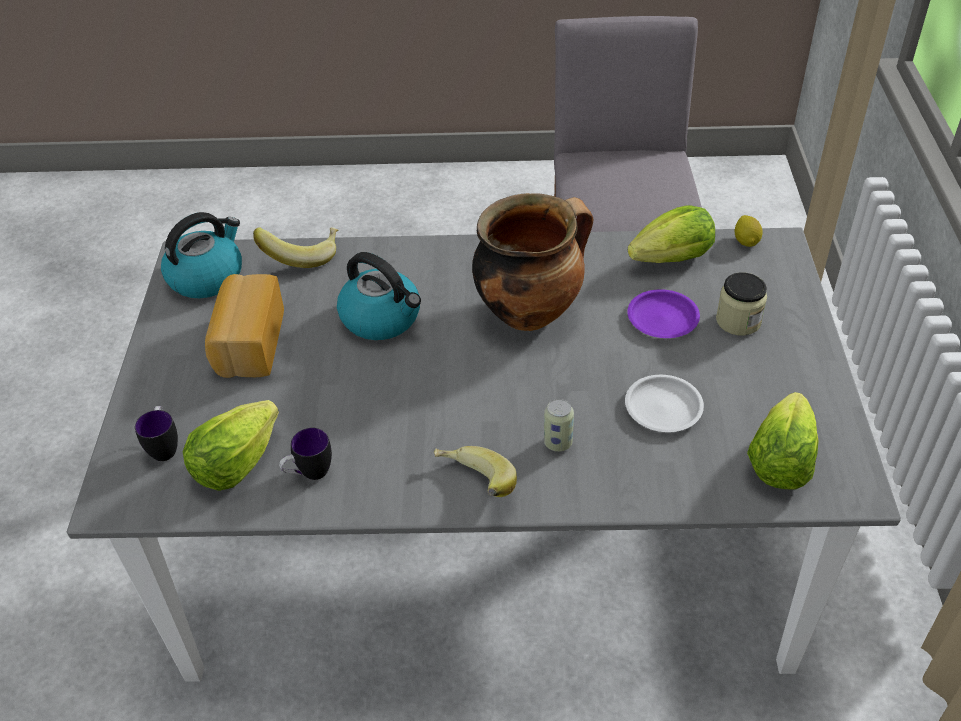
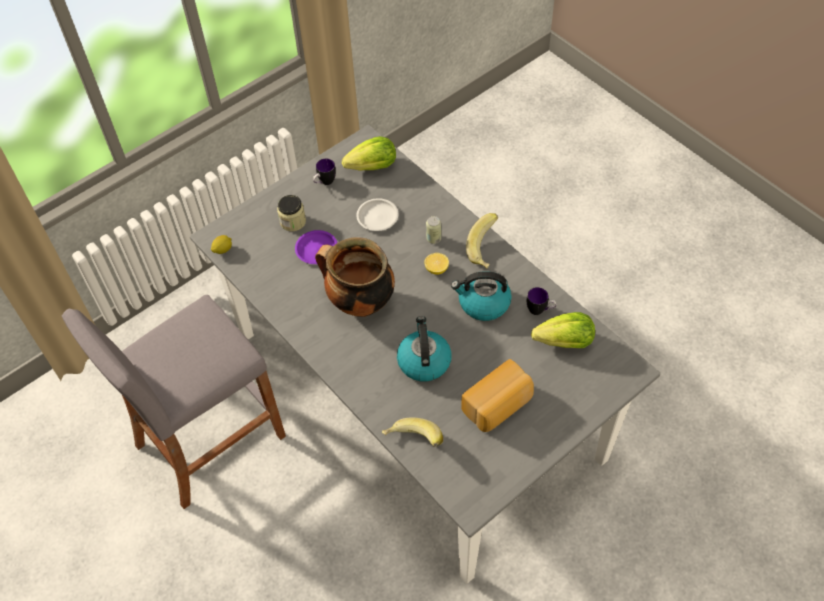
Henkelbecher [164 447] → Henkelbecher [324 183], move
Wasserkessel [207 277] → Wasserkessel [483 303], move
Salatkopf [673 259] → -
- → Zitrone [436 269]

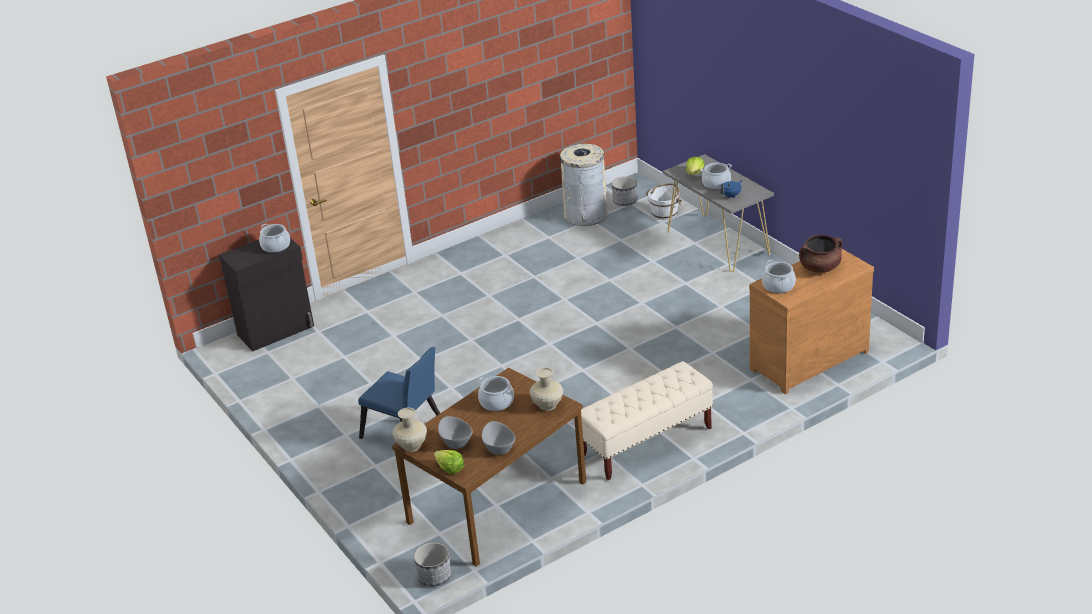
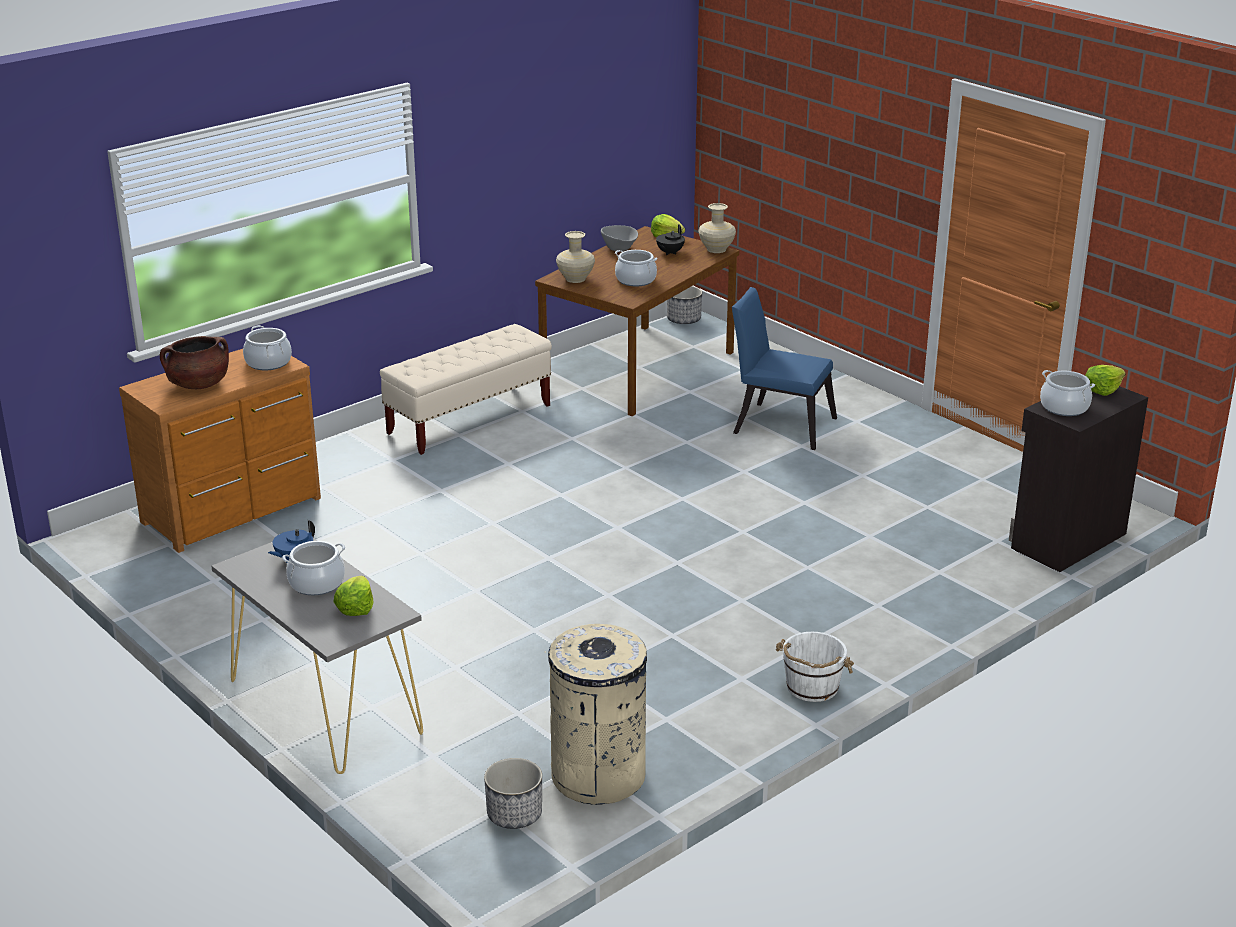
Schüssel (grau) [456 441] → Teekanne (schwarz) [669 253]
Eimer (weiß) [664 213] → Eimer (weiß) [811 687], move
- → Salatkopf [1102 390]

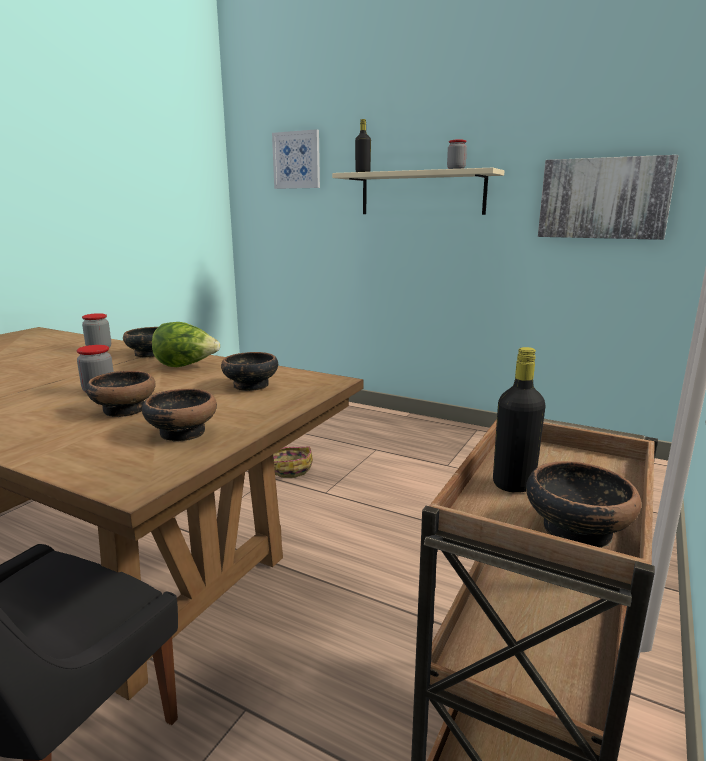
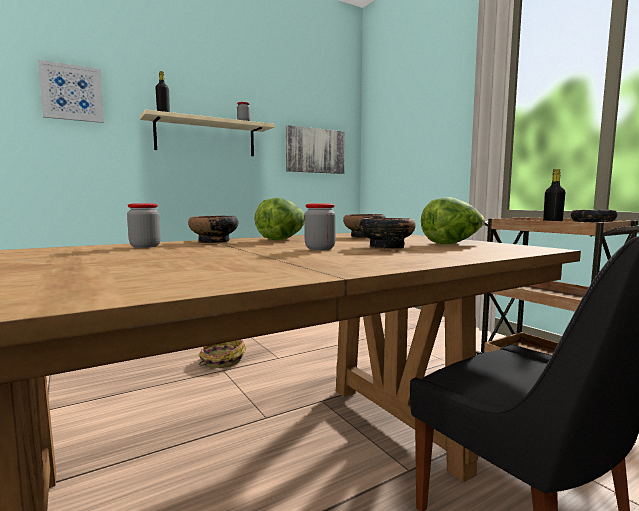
Schüssel [182 432] → Salatkopf [452 243]

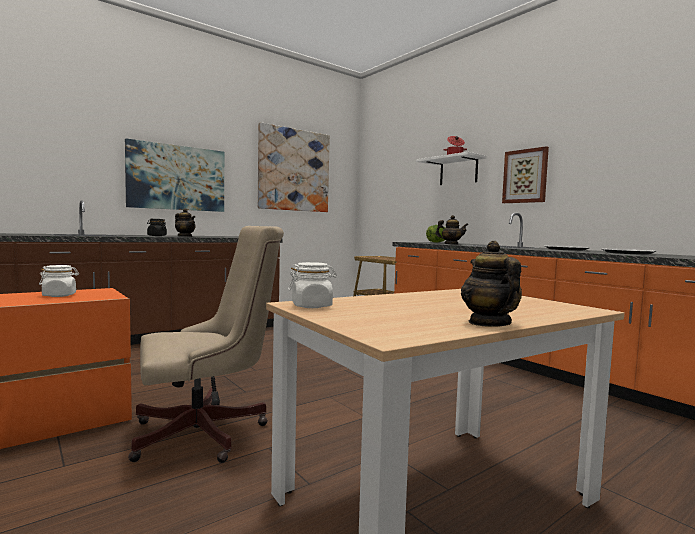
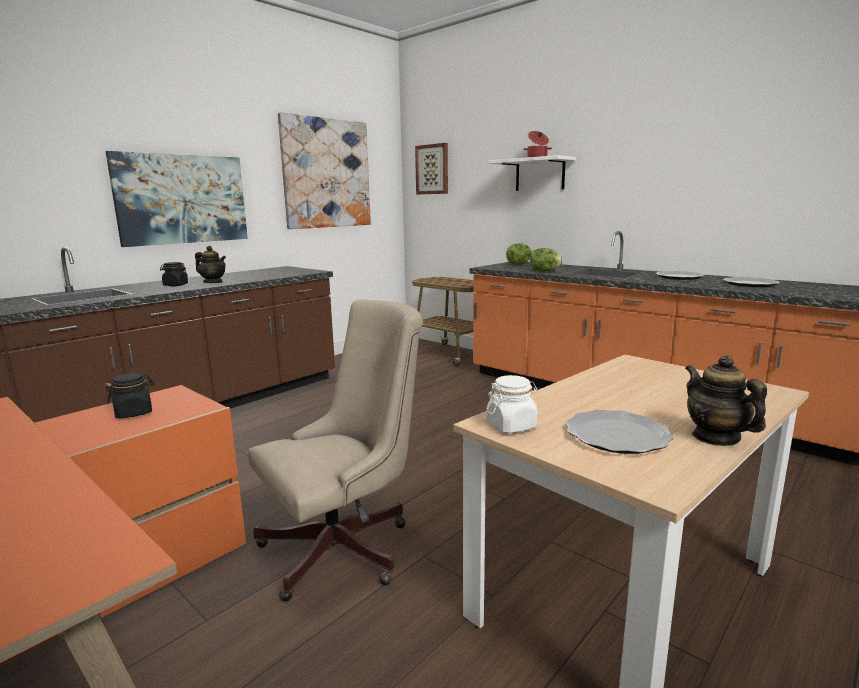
Vorratsglas (weiß) [59 295] → Vorratsglas (schwarz) [134 413]
Teekanne [451 244] → Salatkopf [544 271]
Bild [525 176] → Bild [432 169], move
- → Teller [616 435]

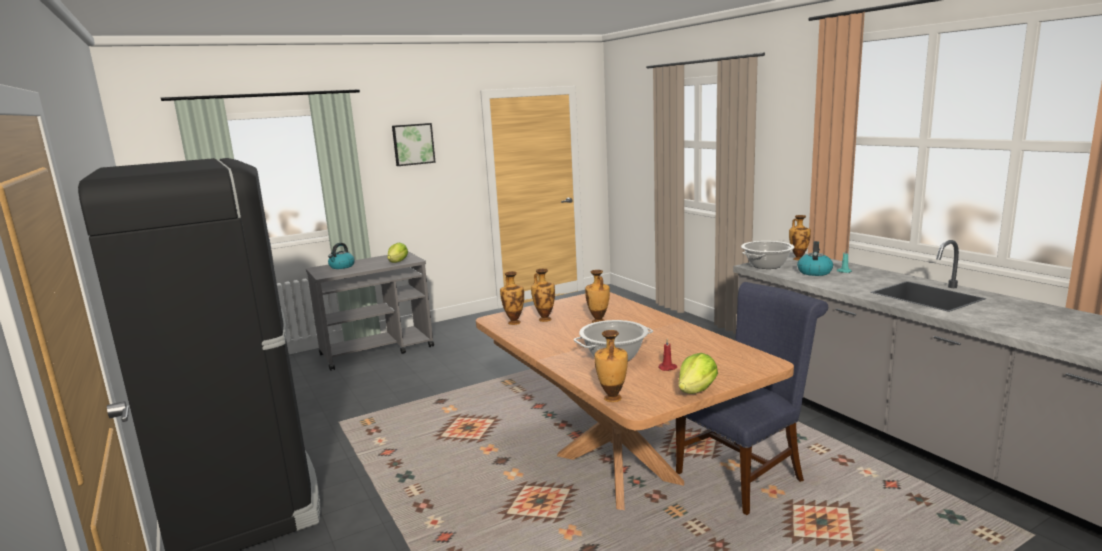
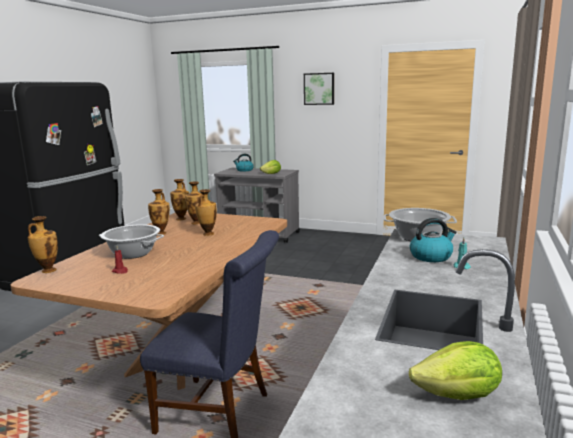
Salatkopf [696 390] → Salatkopf [458 396], move
Vase [798 258] → Vase [161 233], move

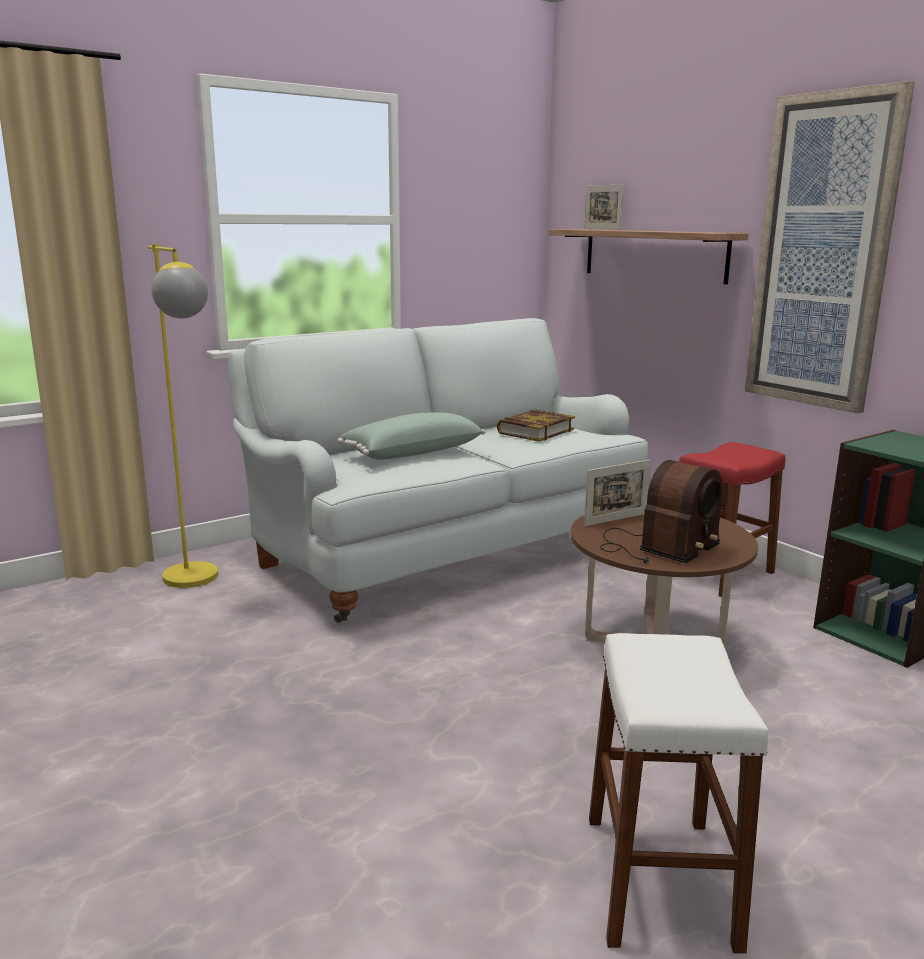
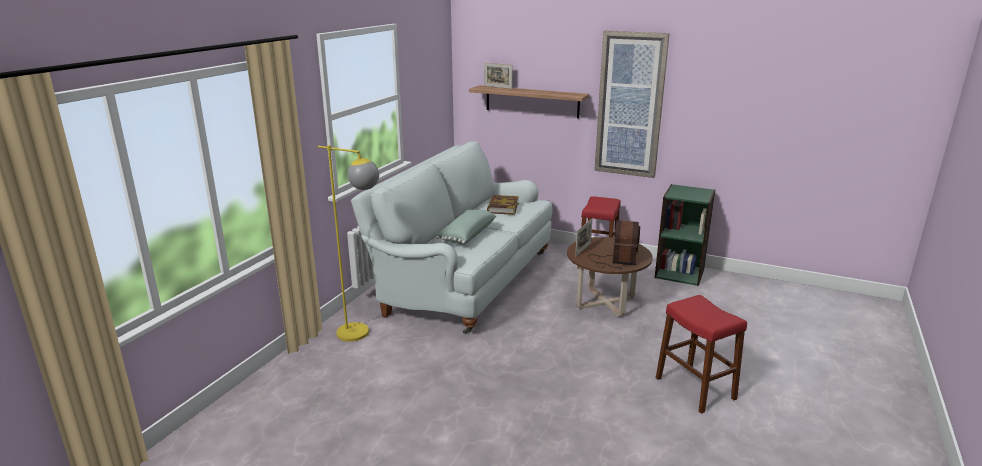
Hocker (weiß) [659 880] → Hocker (rot) [695 388]

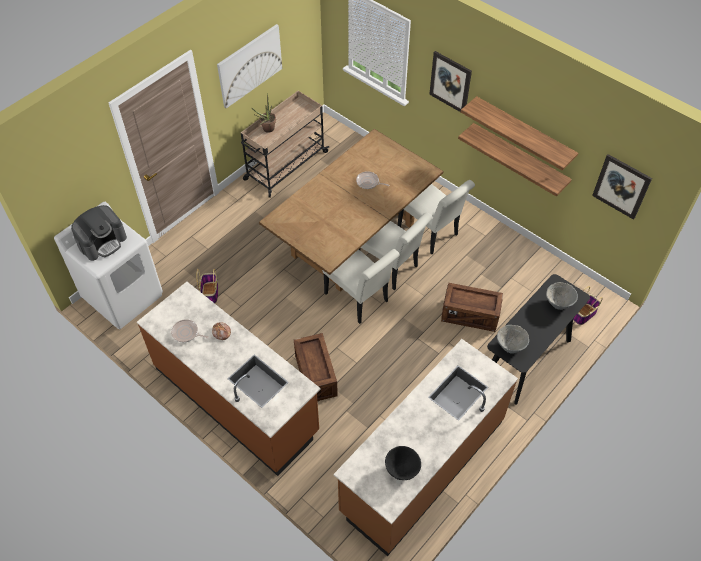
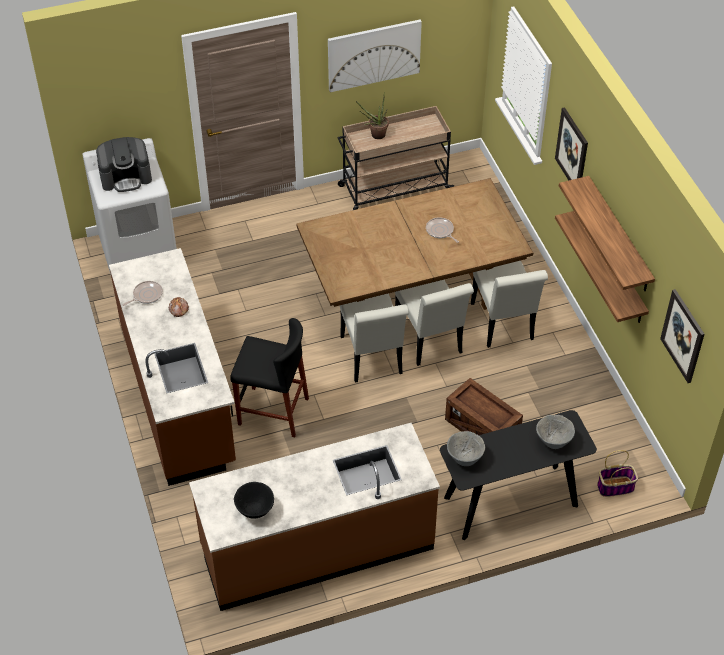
Pfanne [186 333] → Pfanne [146 295], 90 degrees clockwise
Korb [210 293] → -
Kiste [316 375] → Hocker (schwarz) [273 411]

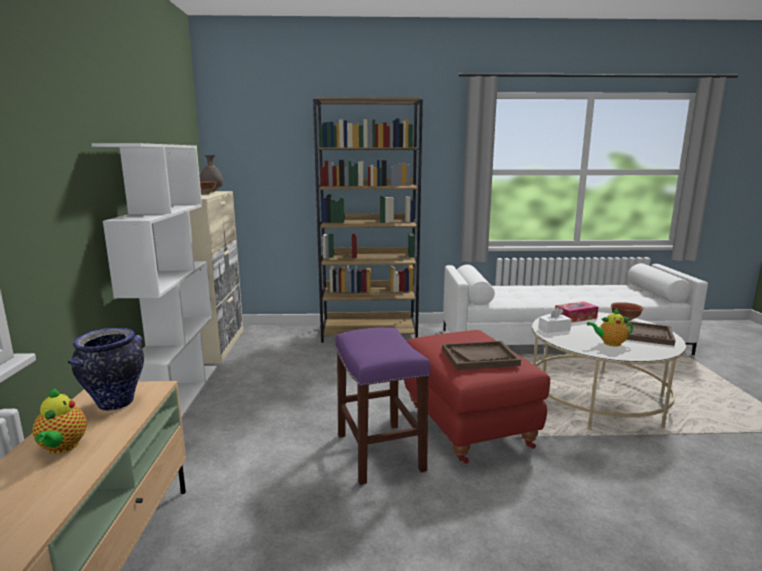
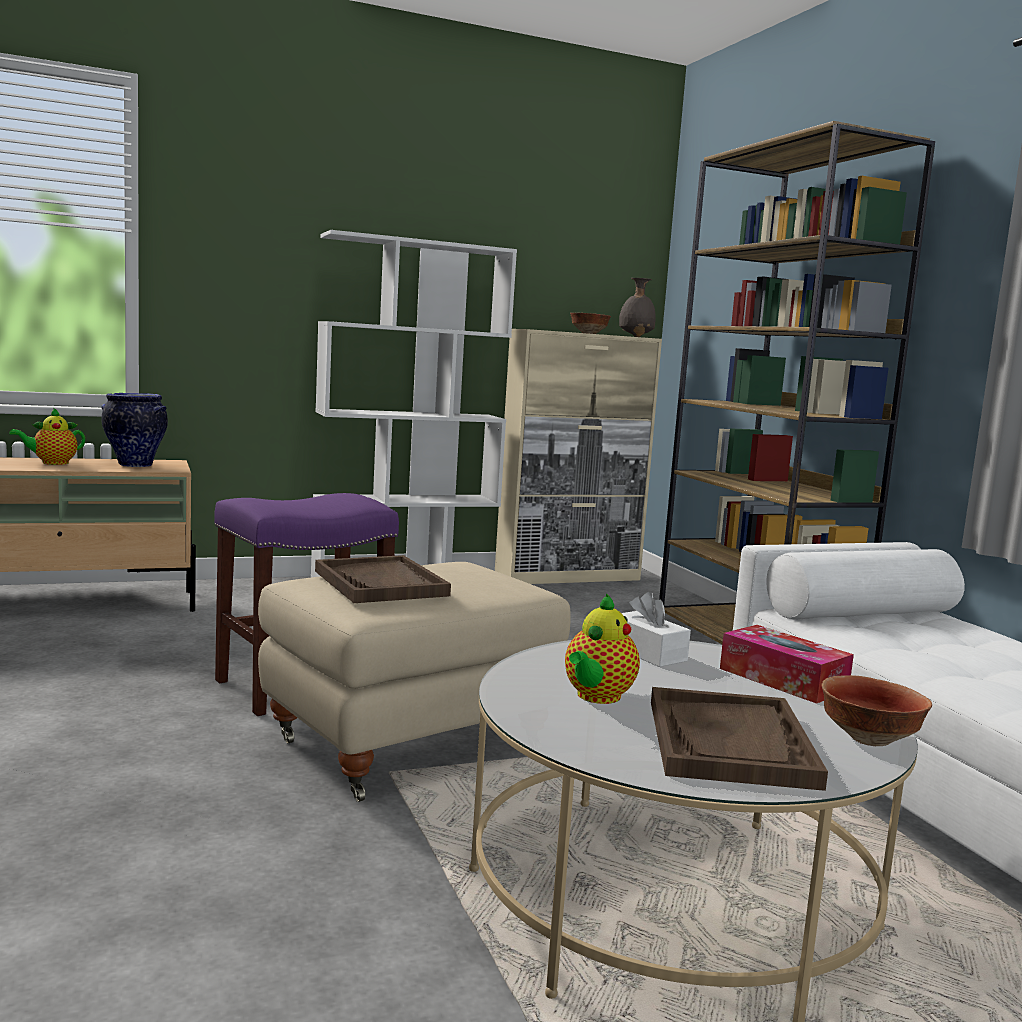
Polsterhocker (rot) [466 427] → Polsterhocker (beige) [409 742]
Teekanne [610 343] → Teekanne [596 697], 135 degrees counterclockwise

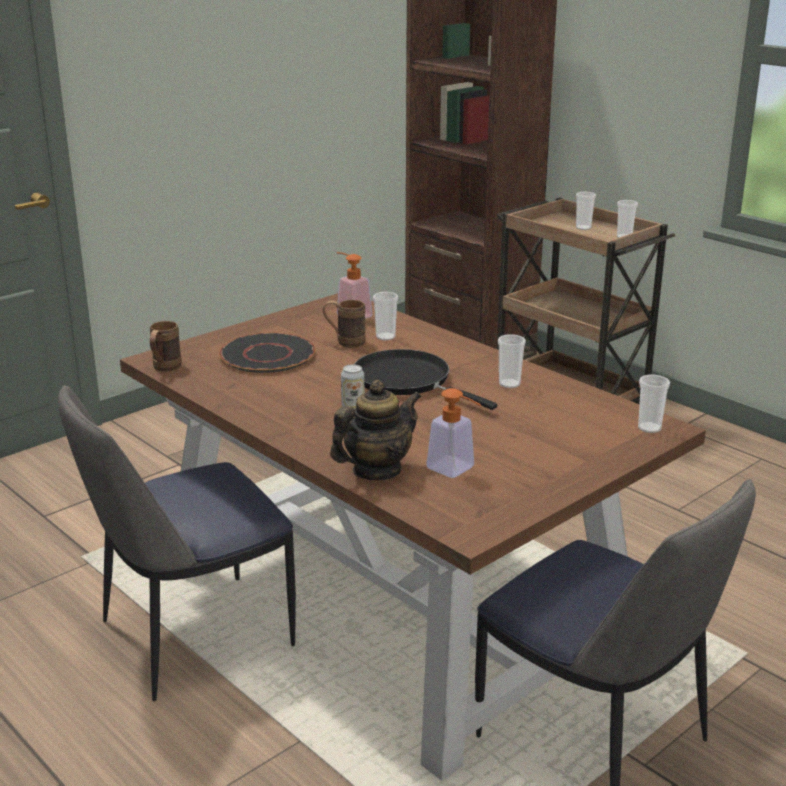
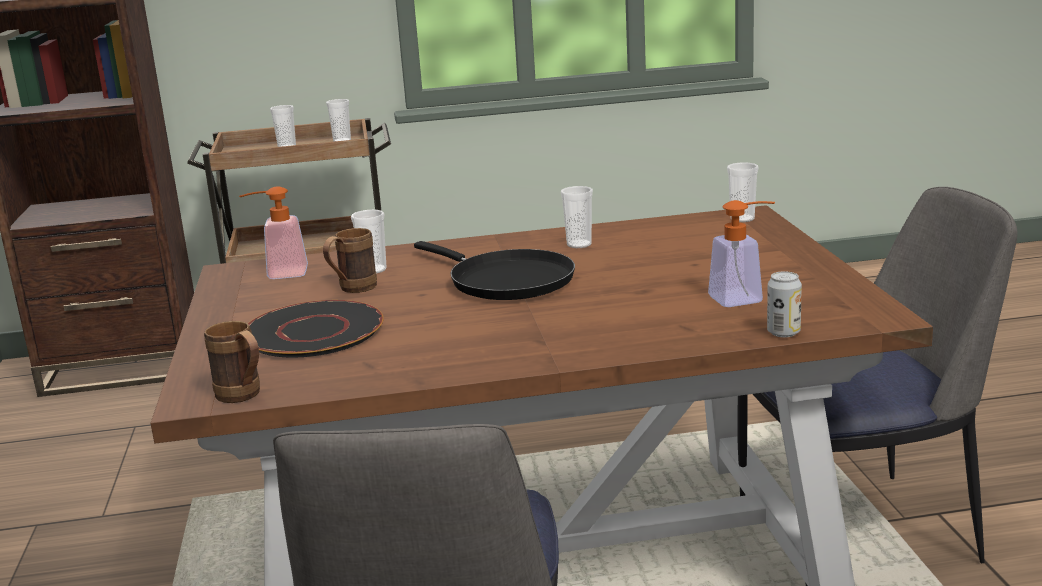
Teekanne [376 470] → -
Dose [353 407] → Dose [783 332], move
Pfanne (schwarz) [407 381] → Pfanne (schwarz) [505 281], 120 degrees counterclockwise

